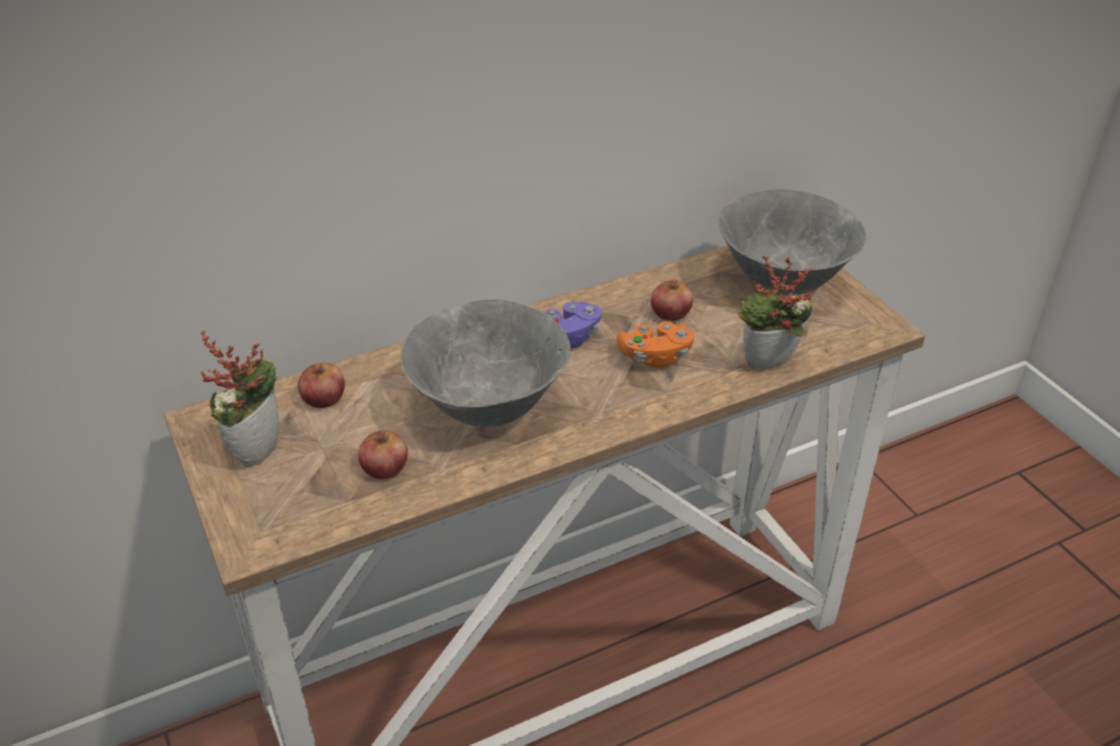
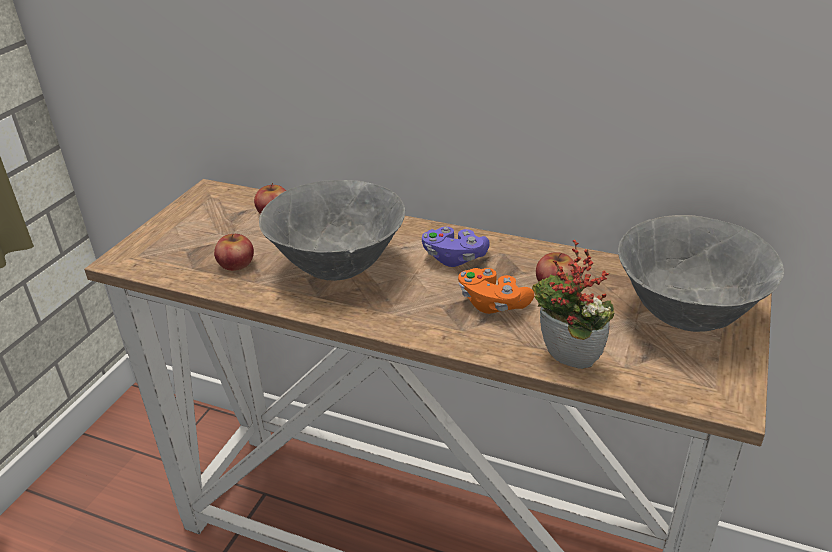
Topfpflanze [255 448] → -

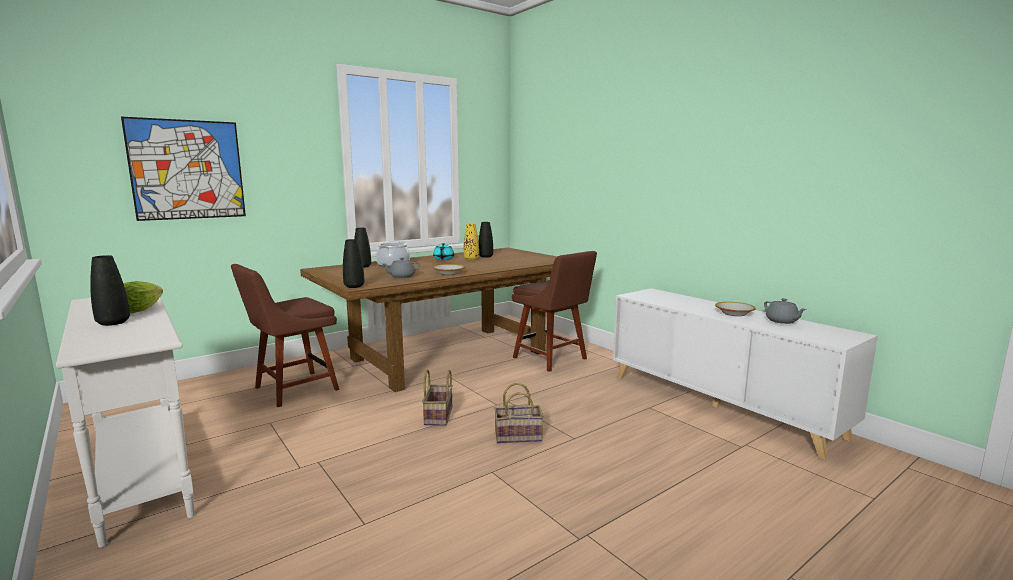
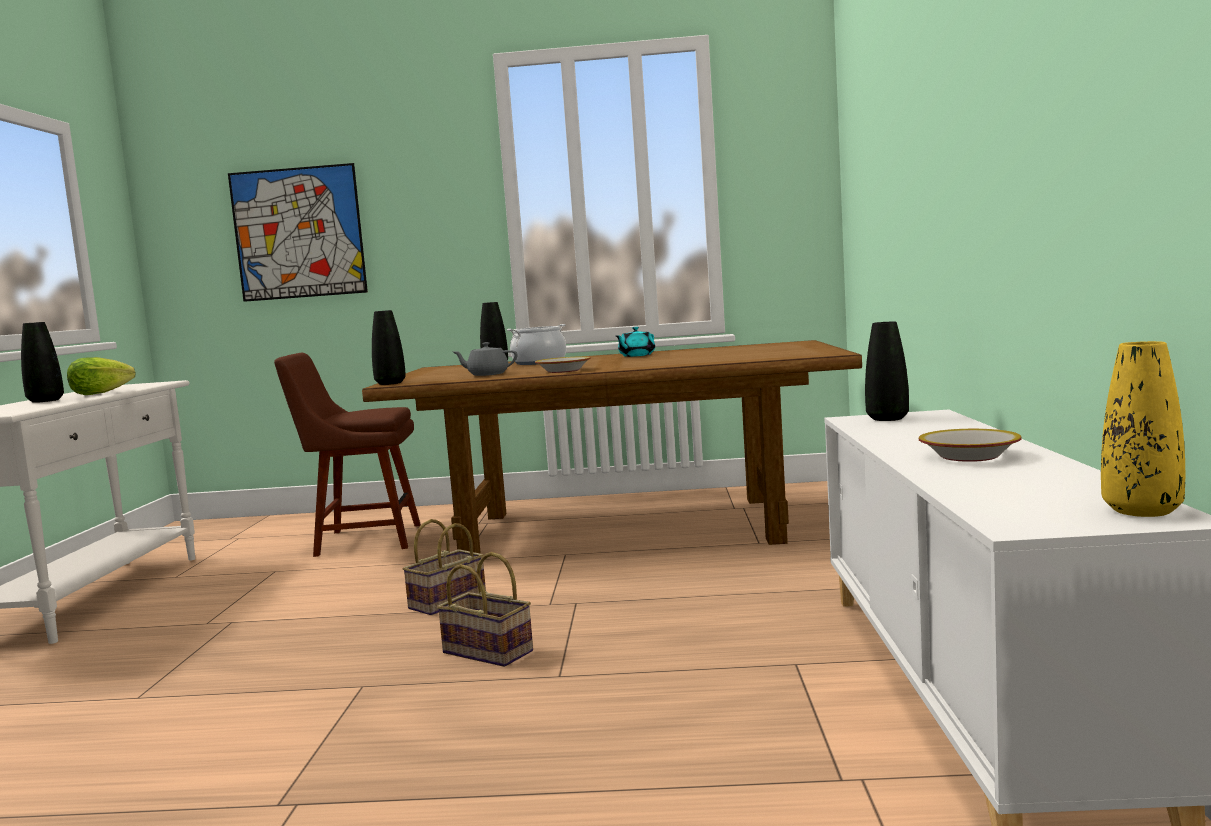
Vase (gelb) [471 259] → Vase (gelb) [1142 511], move
Vase (schwarz) [485 256] → Vase (schwarz) [887 419], move
Stuhl (braun) [552 359] → -
Teekanne (grau) [782 321] → -

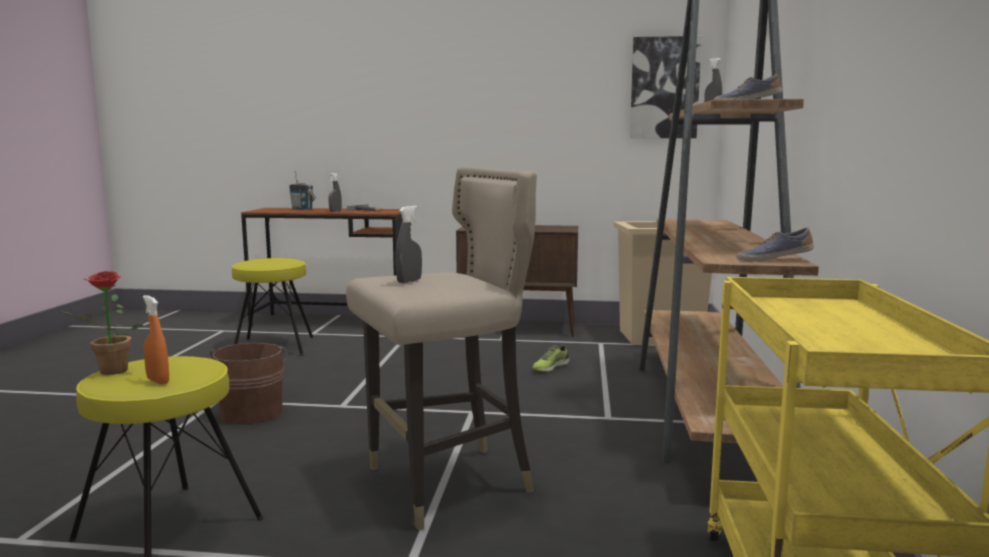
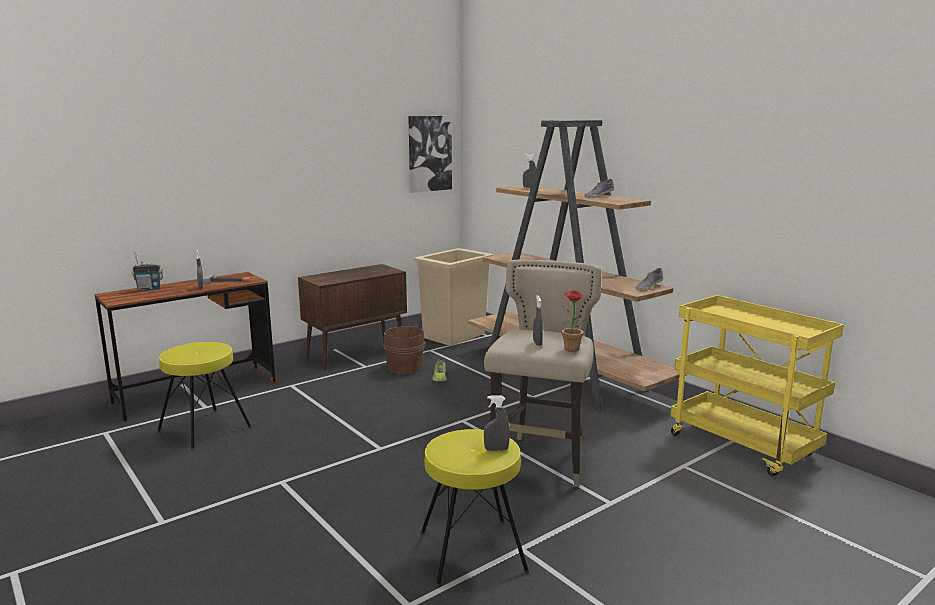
Topfpflanze [108 372] → Topfpflanze [573 350], move
Sprühflasche (orange) [158 381] → Sprühflasche (grau) [496 449]
Eimer (braun) [252 411] → Eimer (braun) [403 367], move

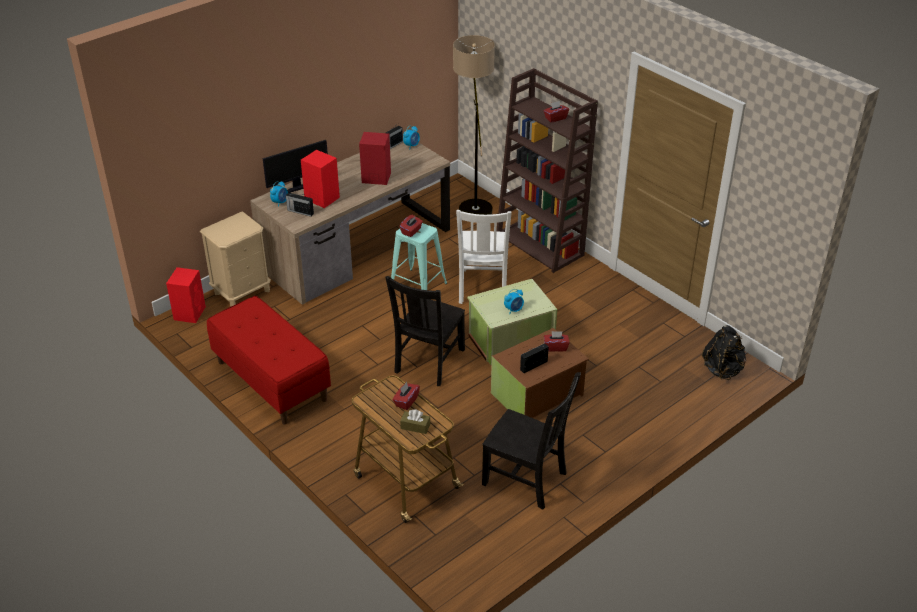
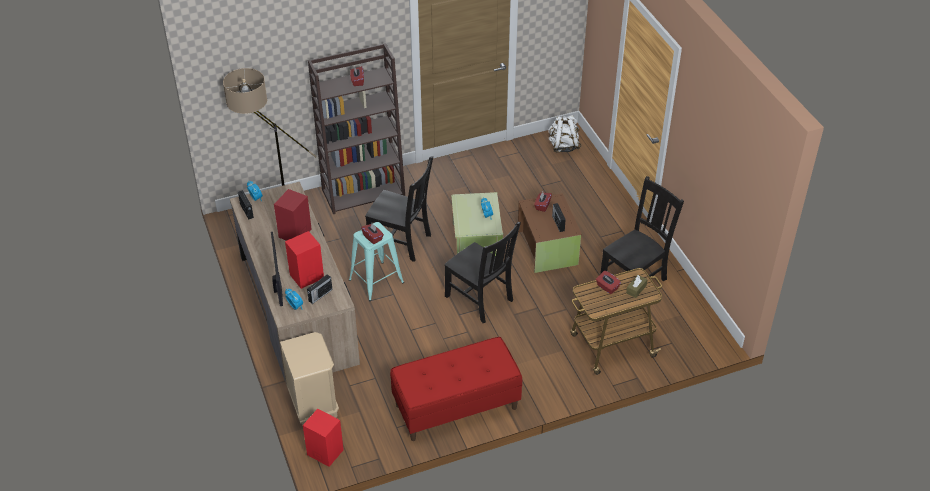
Stuhl (weiß) [482 288] → Stuhl (schwarz) [401 242]
Rucksack (schwarz) [723 369] → Rucksack (weiß) [563 146]

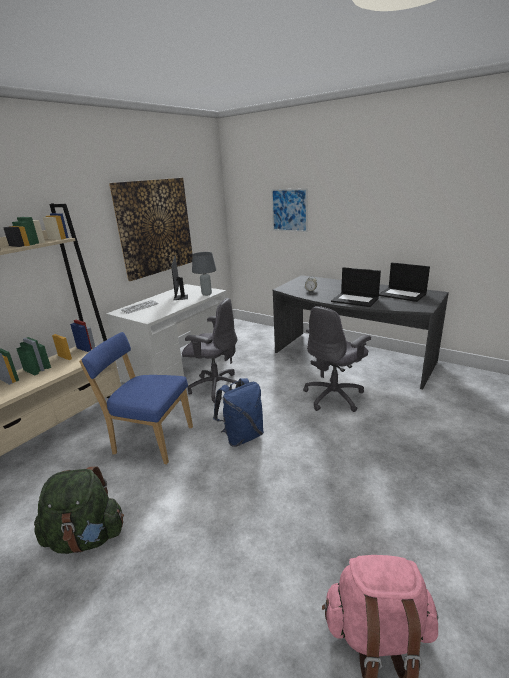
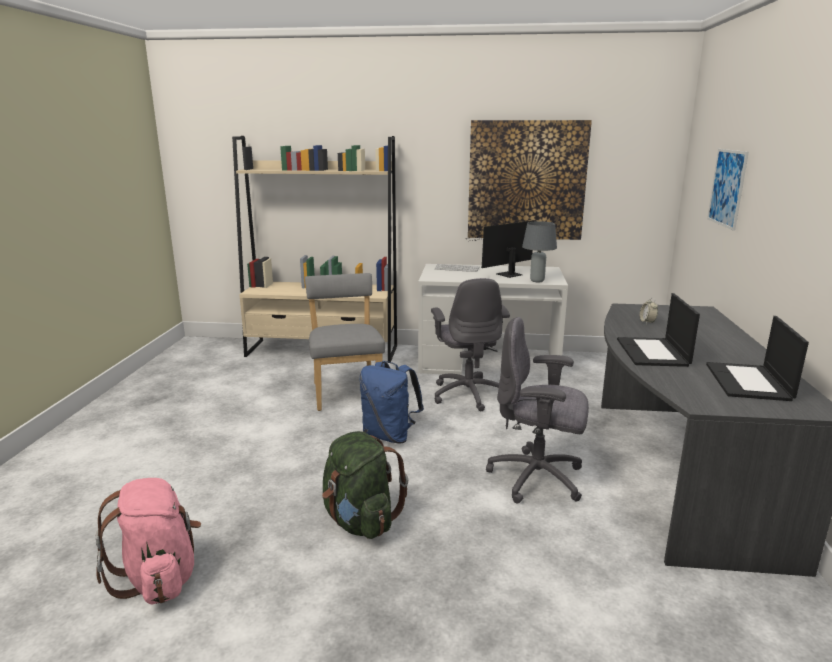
Rucksack (grün) [86 537] → Rucksack (grün) [360 521], move
Stuhl (blau) [150 440] → Stuhl (grau) [346 392]

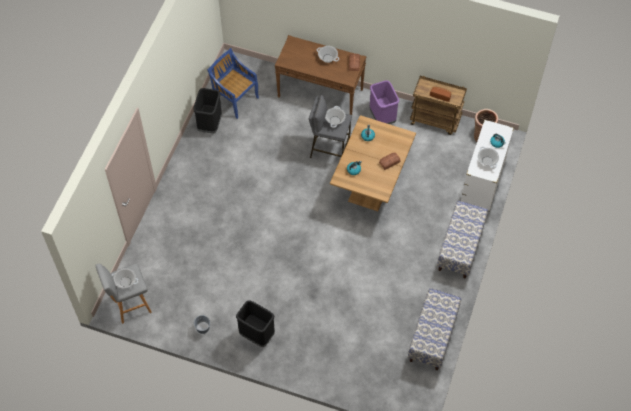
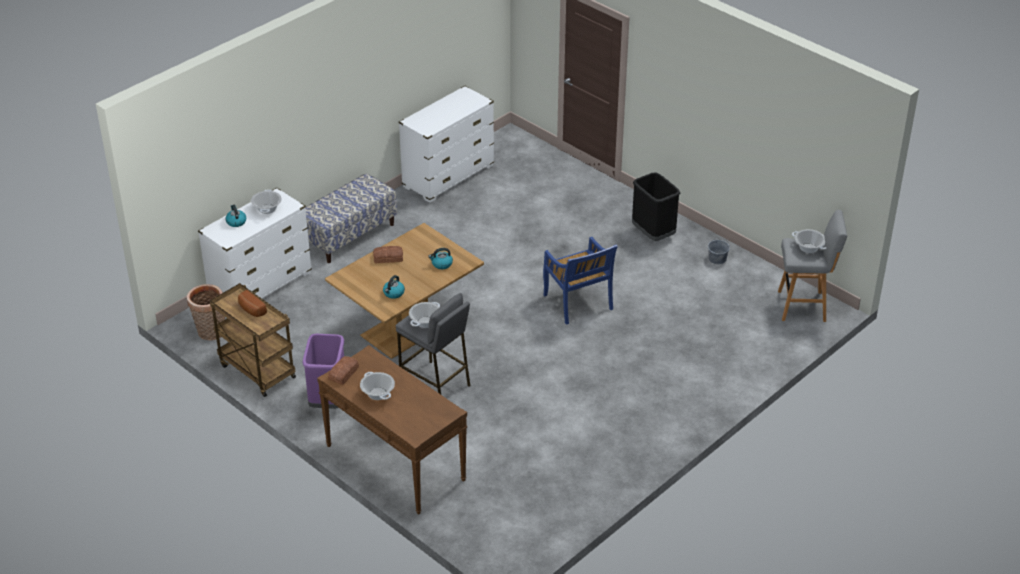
Mülleimer (schwarz) [210 124] → -
Stuhl (blau) [235 99] → Stuhl (blau) [578 303], move
Bank [433 336] → Kommode (weiß) [448 176]

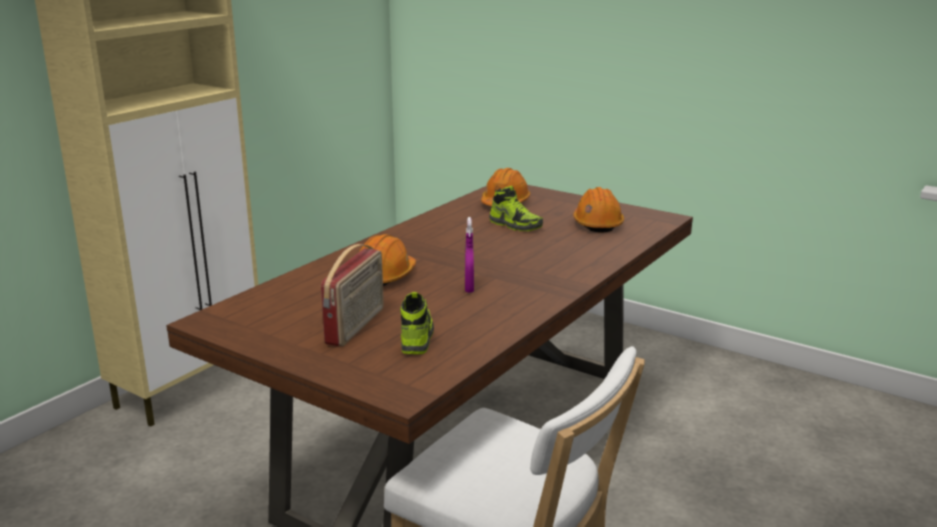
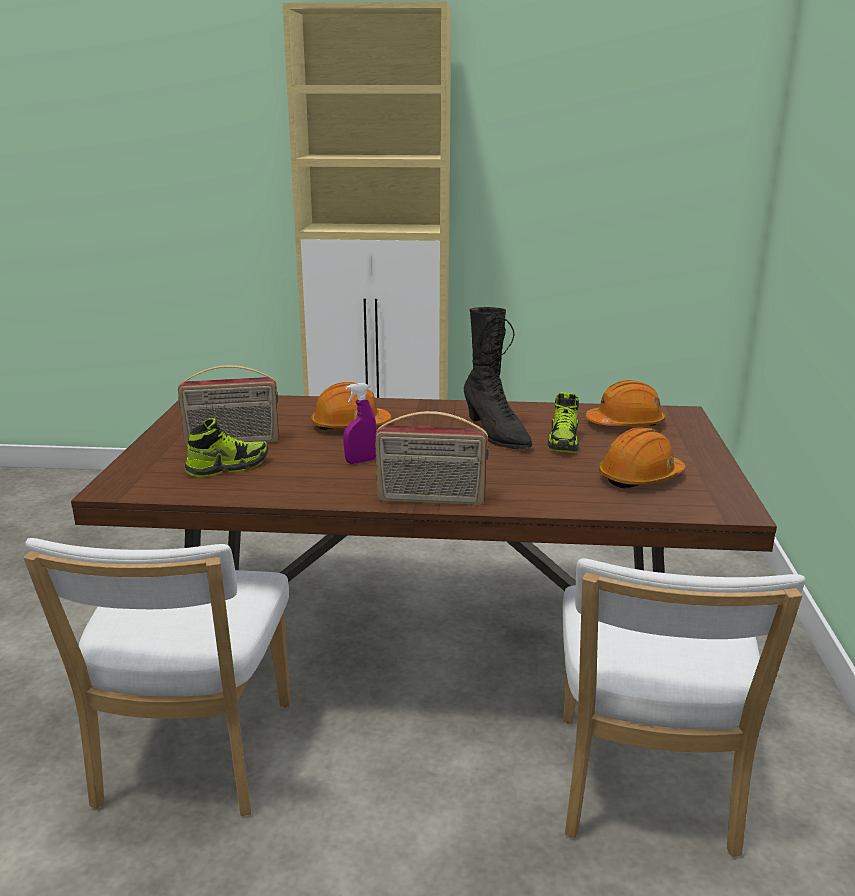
- → Radio [431 500]
- → Stiefel (schwarz) [496 434]
- → Stuhl (weiß) [644 790]

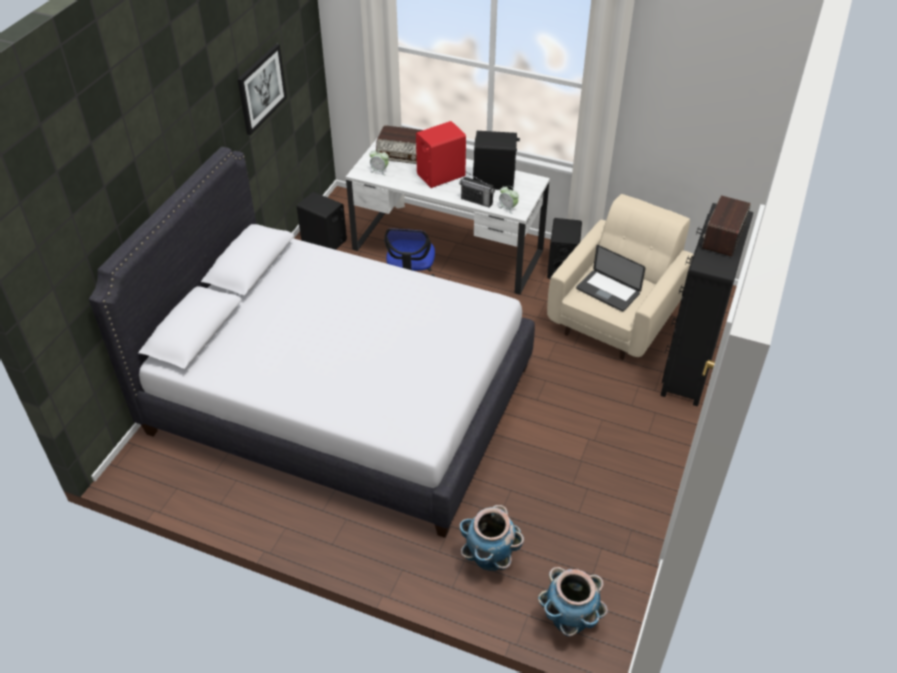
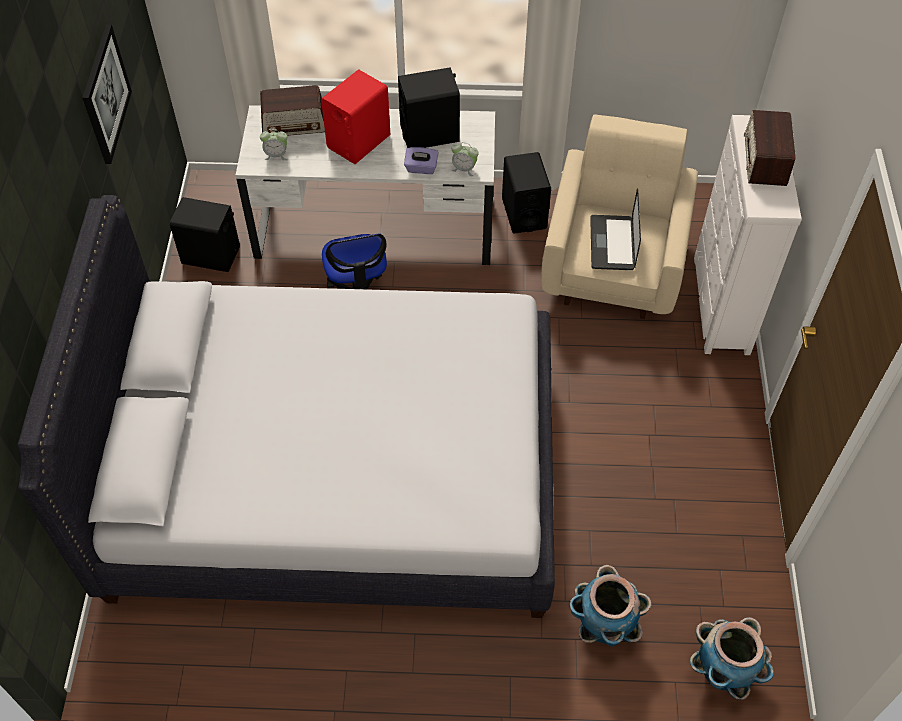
Radio [477 201] → Taschentuchbox (lila) [421 168]
Laptop [608 291] → Laptop [612 243], 75 degrees clockwise
Kommode (schwarz) [688 366] → Kommode (weiß) [719 305]

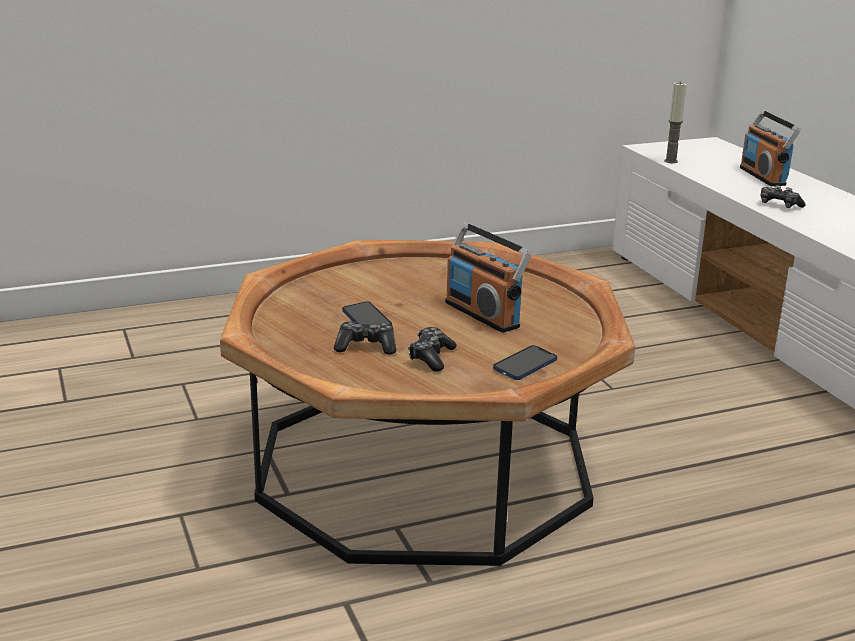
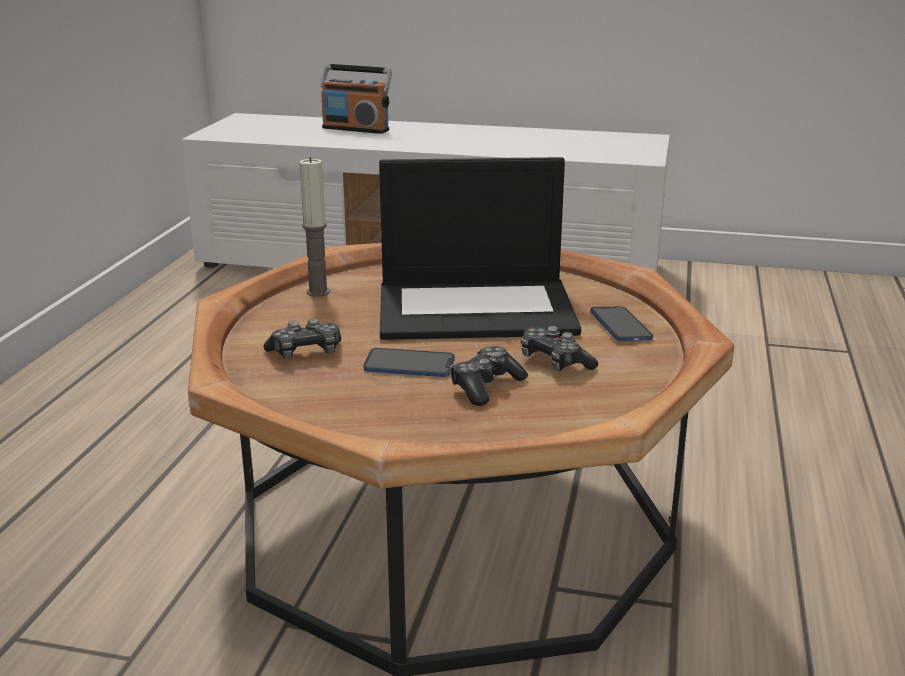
Radio [483 314] → Laptop [478 309]
Kerze [671 161] → Kerze [318 292], move
Gamepad [779 205] → Gamepad [305 353], move

